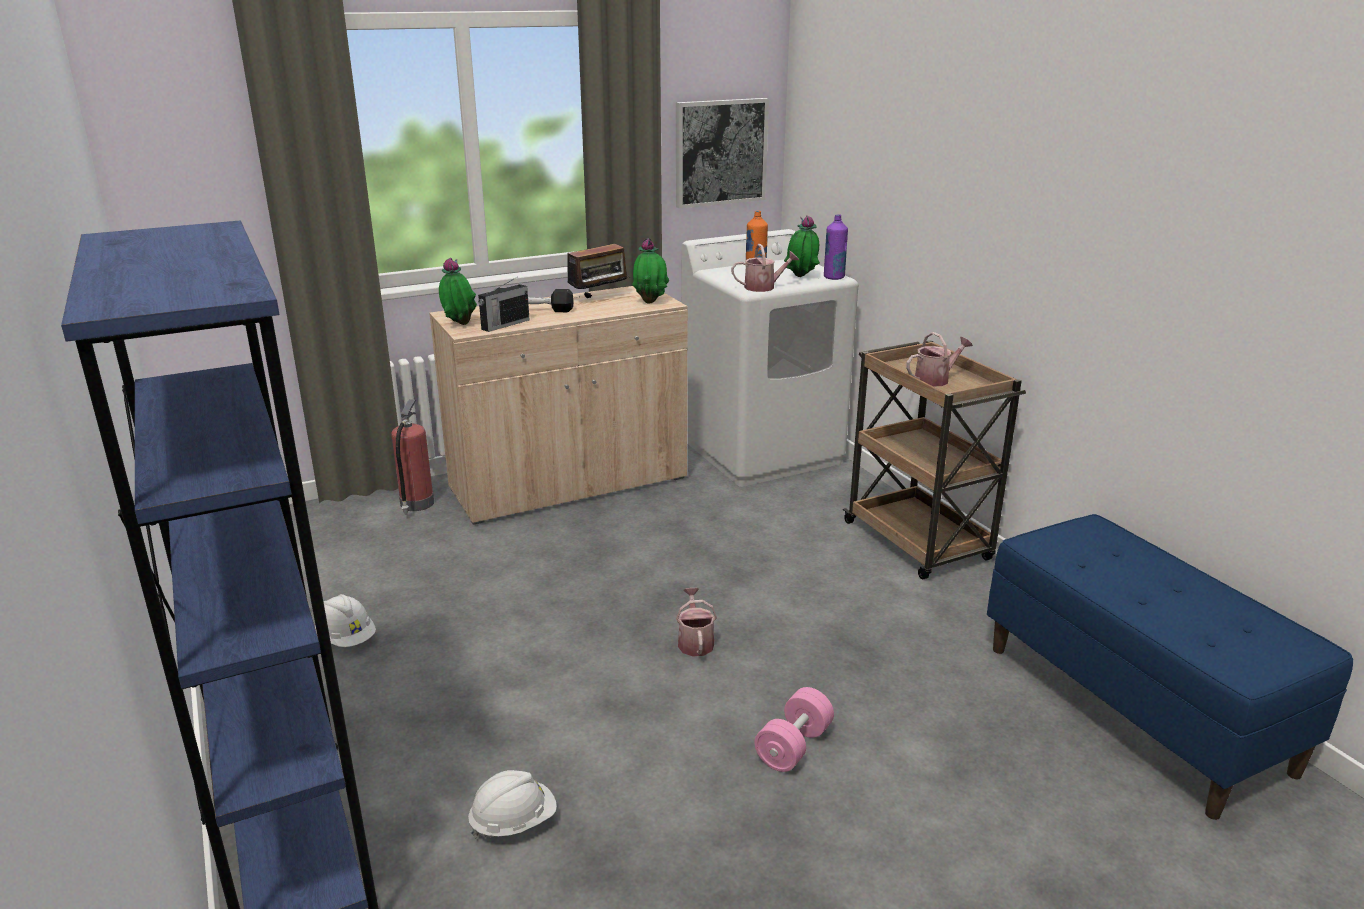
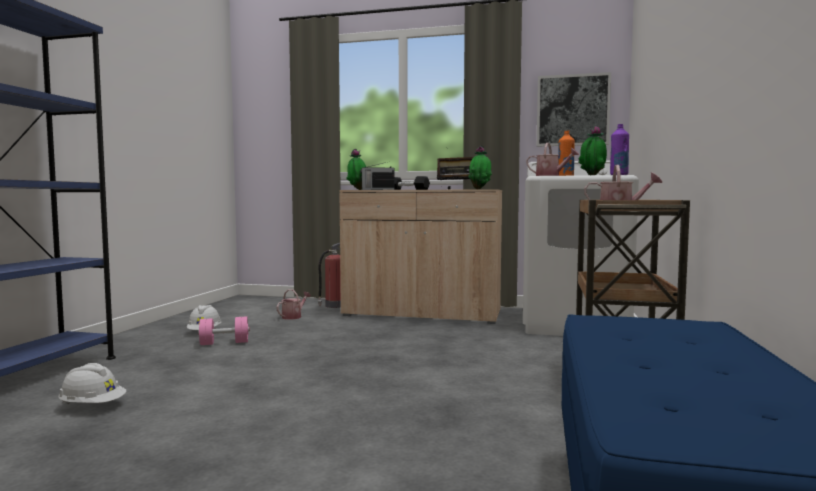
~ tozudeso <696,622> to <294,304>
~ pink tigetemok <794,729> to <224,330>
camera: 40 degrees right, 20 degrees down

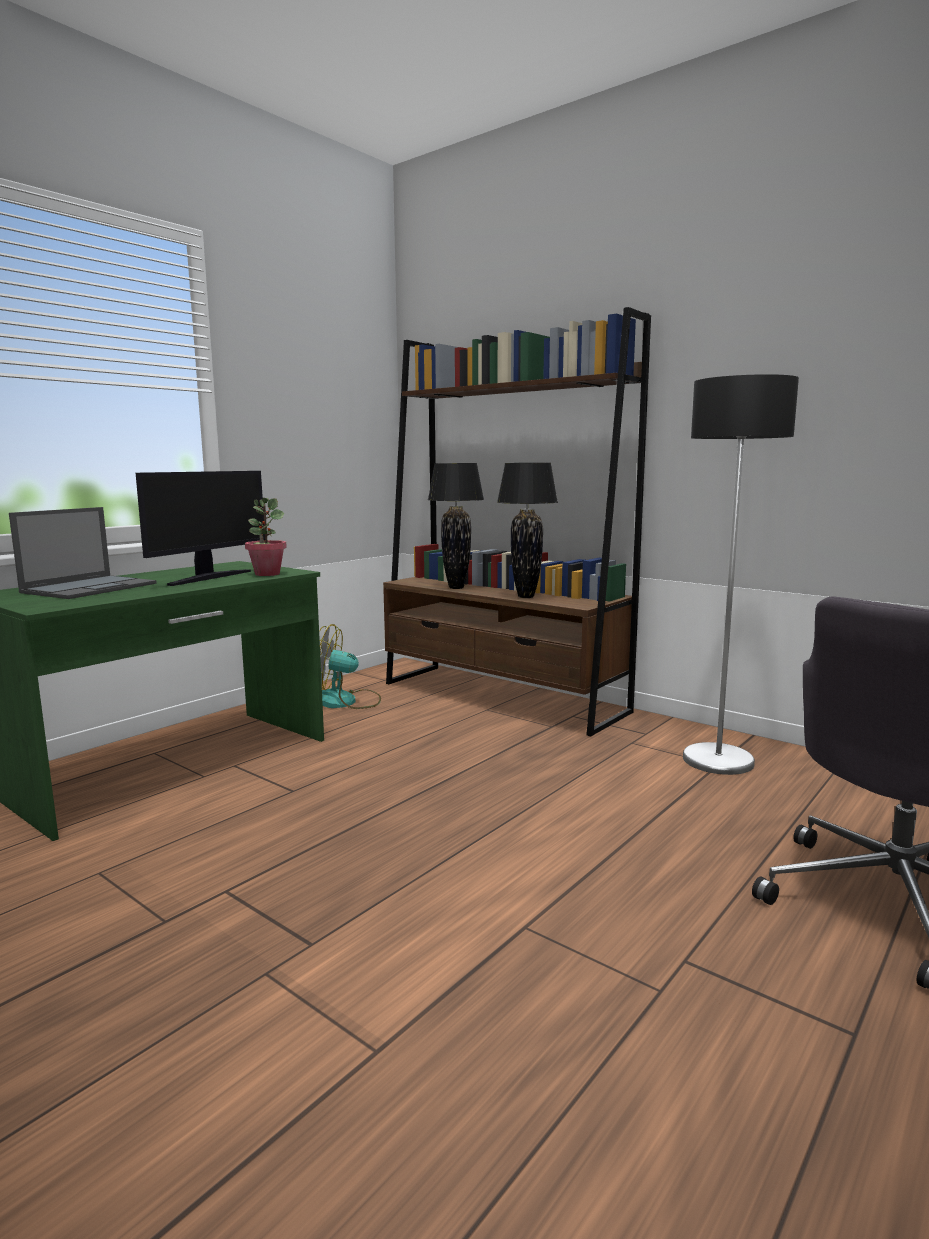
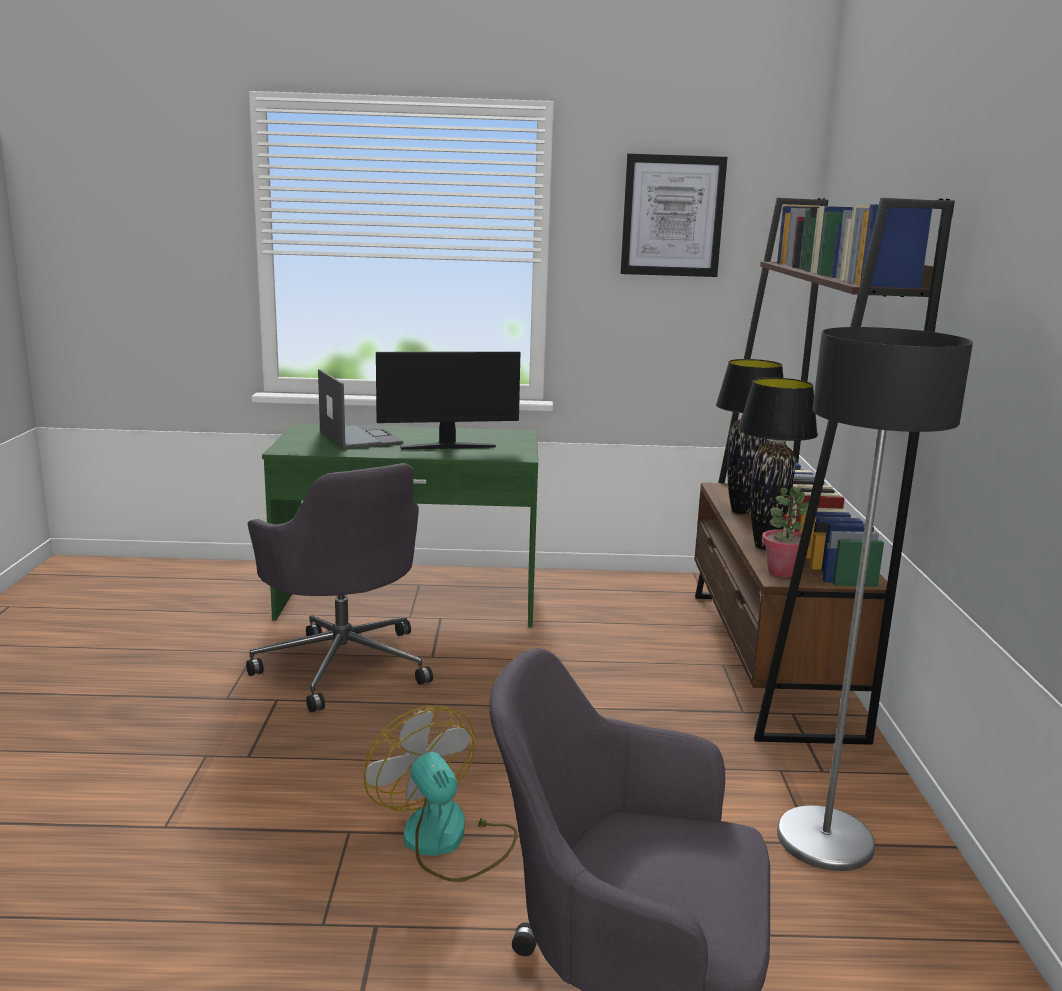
~ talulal <83,553> = <360,409> 105 degrees counterclockwise
~ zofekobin <266,537> to <786,532>
~ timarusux <350,666> to <441,793>
+ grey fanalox <339,587>
+ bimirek <673,215>
camera: 50 degrees right, 5 degrees up

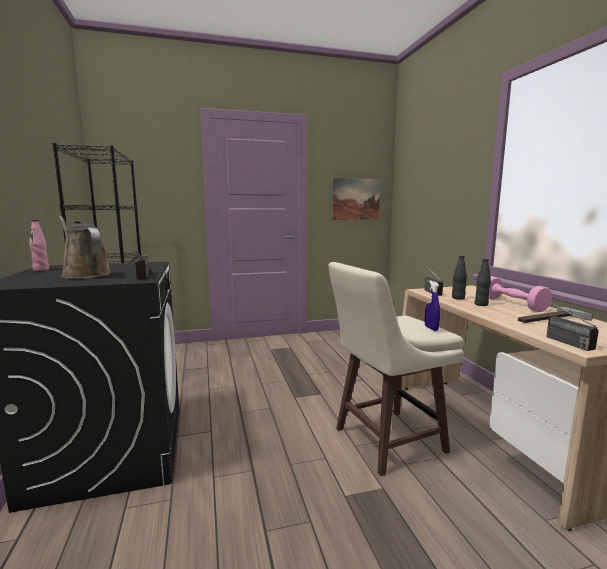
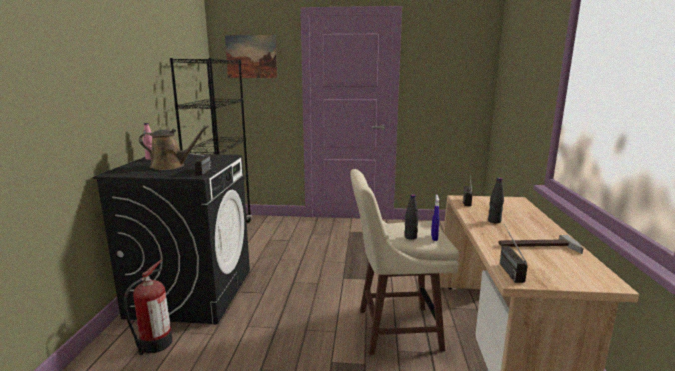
~ brown tozudeso <85,247> = <174,148> 120 degrees clockwise
~ bimirek <356,199> to <251,56>
~ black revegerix <459,277> to <411,217>
- pink tigetemok <520,294>
+ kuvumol <148,307>
camera: 20 degrees right, 5 degrees up

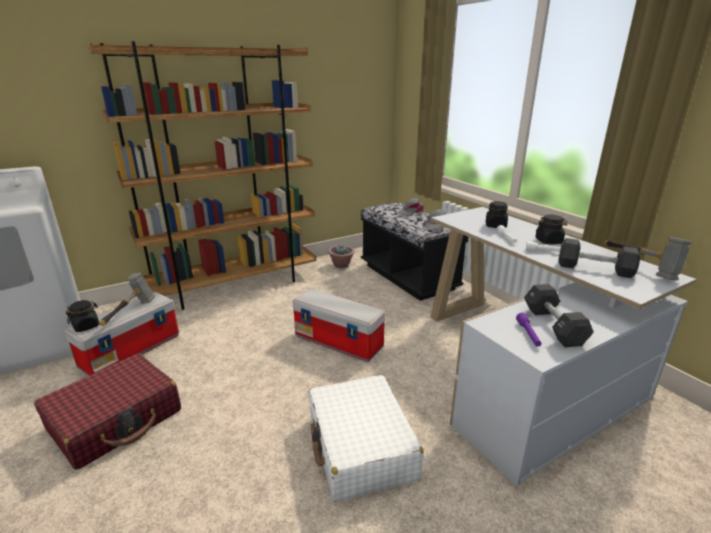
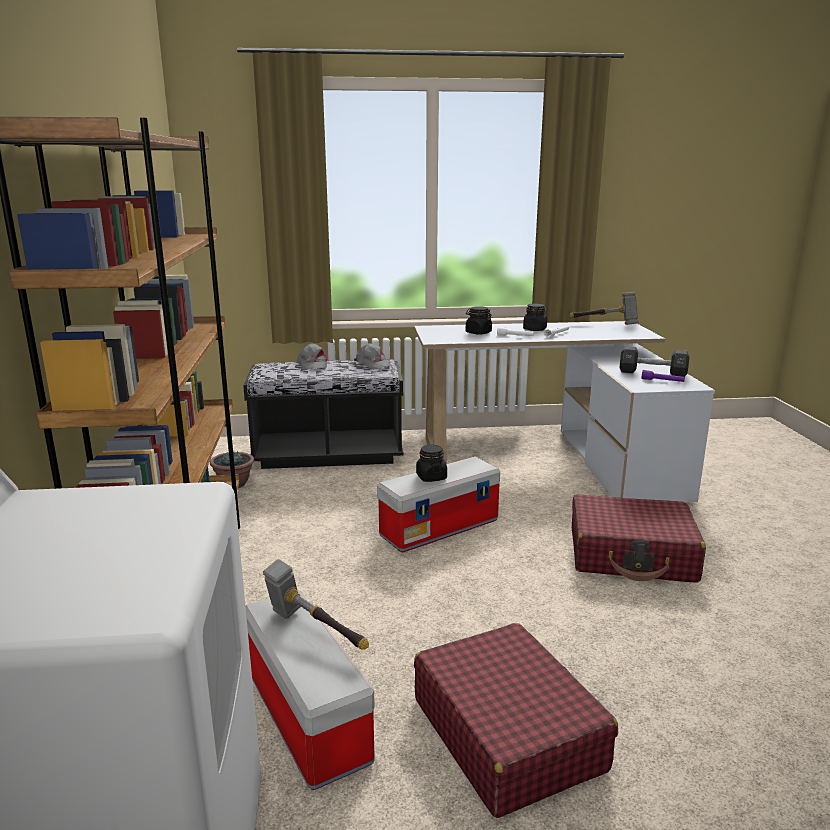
~ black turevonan <82,316> to <431,463>
~ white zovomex <366,438> to red zovomex <639,538>
- black tigetemok <599,258>
camera: 65 degrees left, 5 degrees down

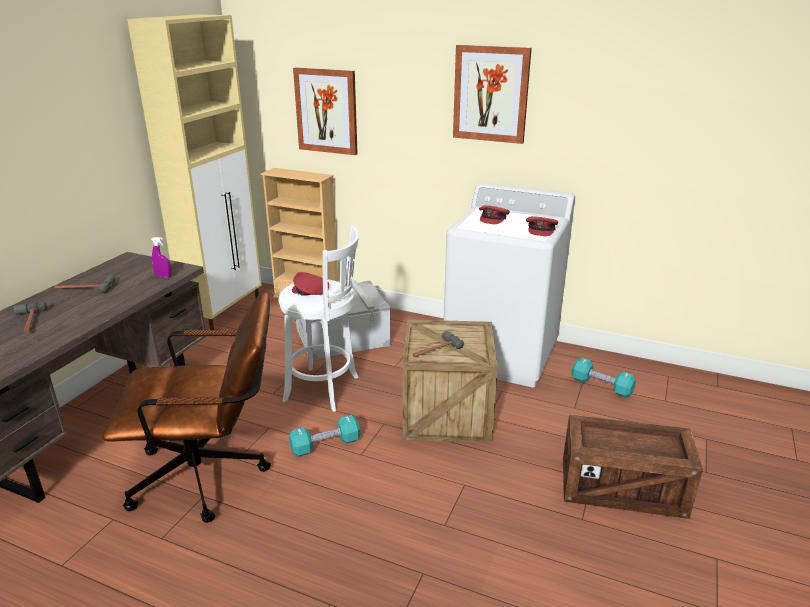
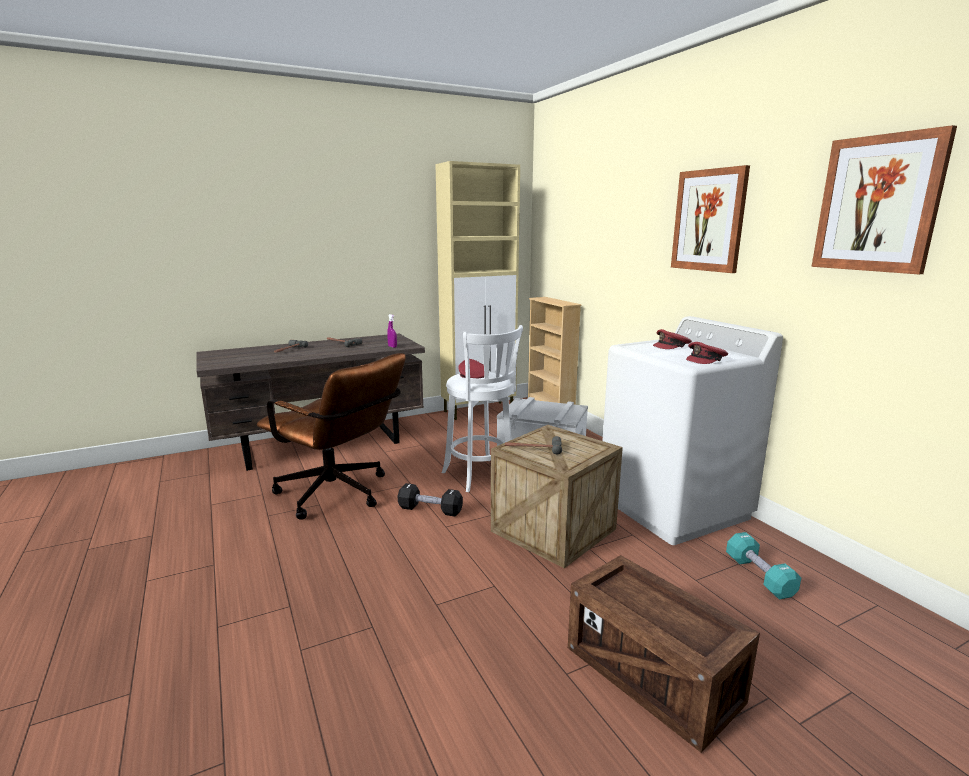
~ turquoise tigetemok <324,436> to black tigetemok <430,499>
~ bimirek <325,111> to <884,199>
camera: 40 degrees right, 10 degrees down

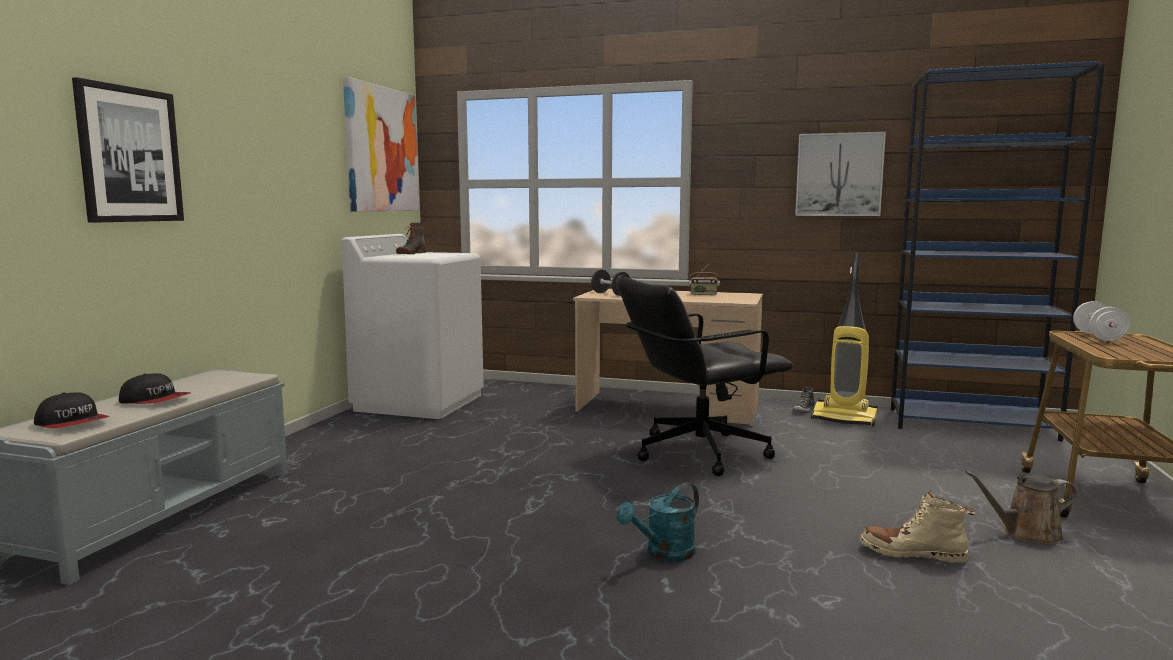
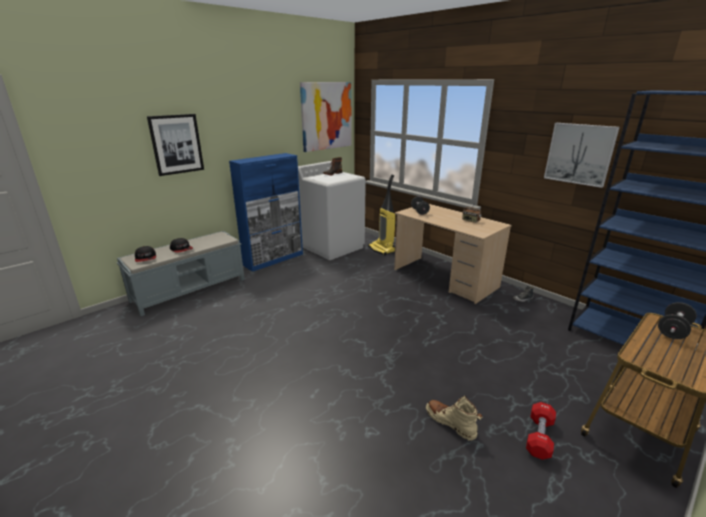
- turquoise tozudeso <657,522>
- black fanalox <705,376>
~ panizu <844,340> to <382,215>
~ brown tozudeso <1021,508> to red tigetemok <541,431>
~ white tigetemok <1101,321> to black tigetemok <677,320>
+ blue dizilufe <266,212>
camera: 30 degrees right, 15 degrees up

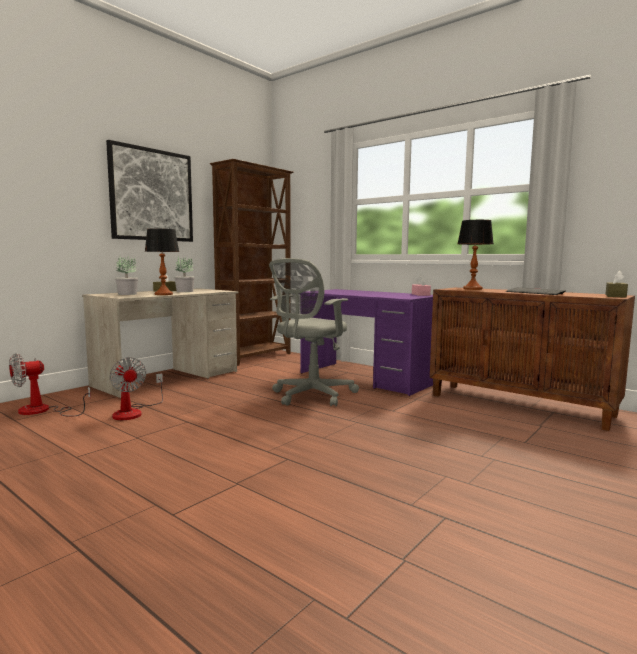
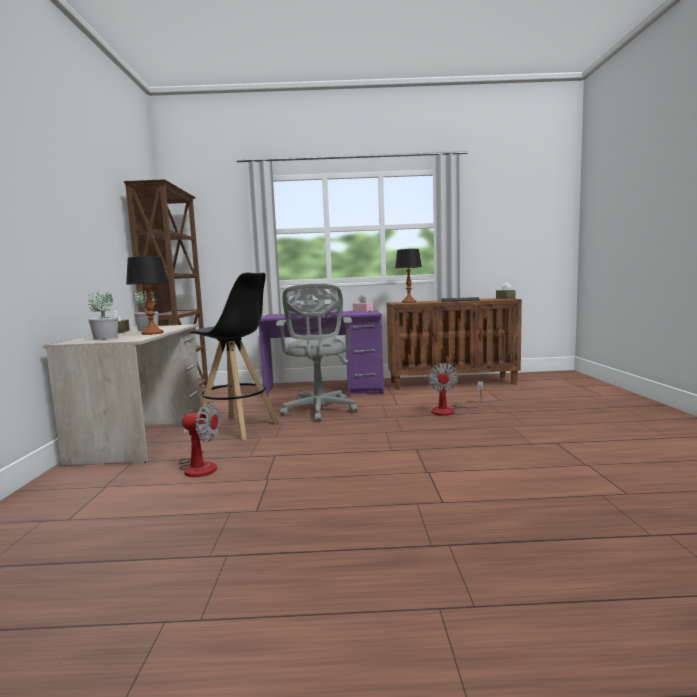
~ timarusux <50,385> to <455,389>
- bimirek <149,191>
+ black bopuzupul <234,356>
camera: 40 degrees left, 0 degrees up

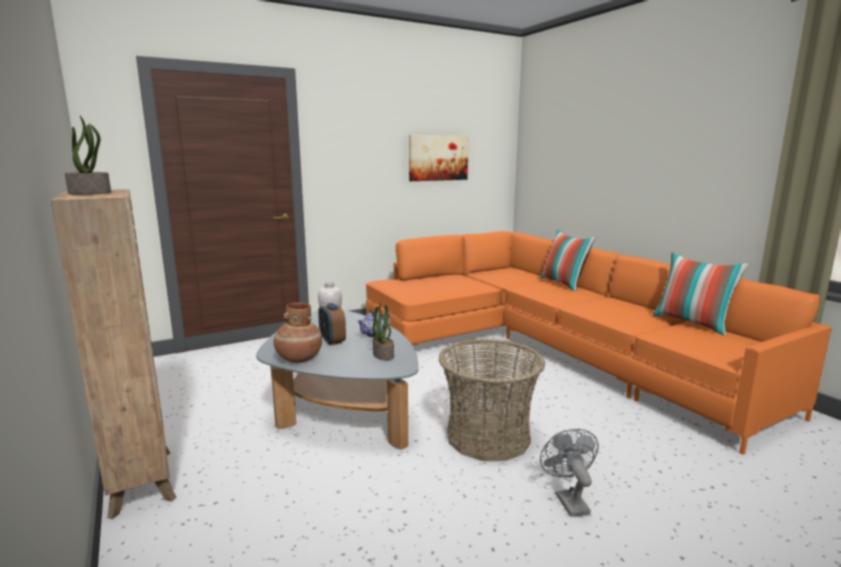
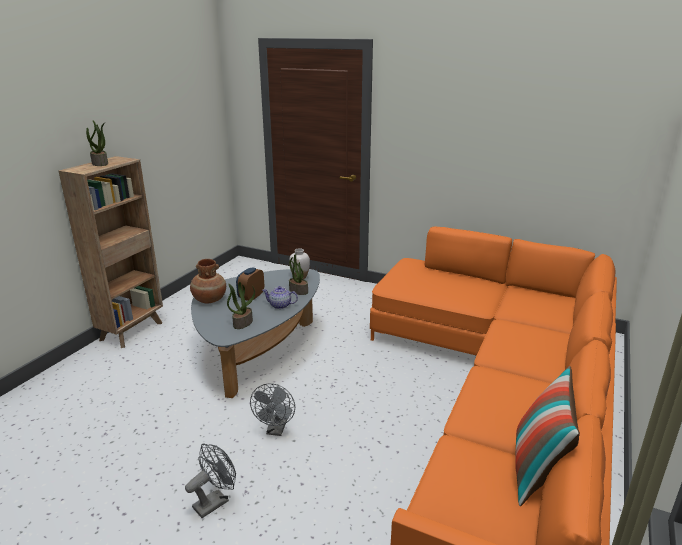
- bimirek <438,158>
~ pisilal <492,400> to grey timarusux <272,409>
- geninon <567,261>
+ zofekobin <298,274>
camera: 55 degrees right, 10 degrees up

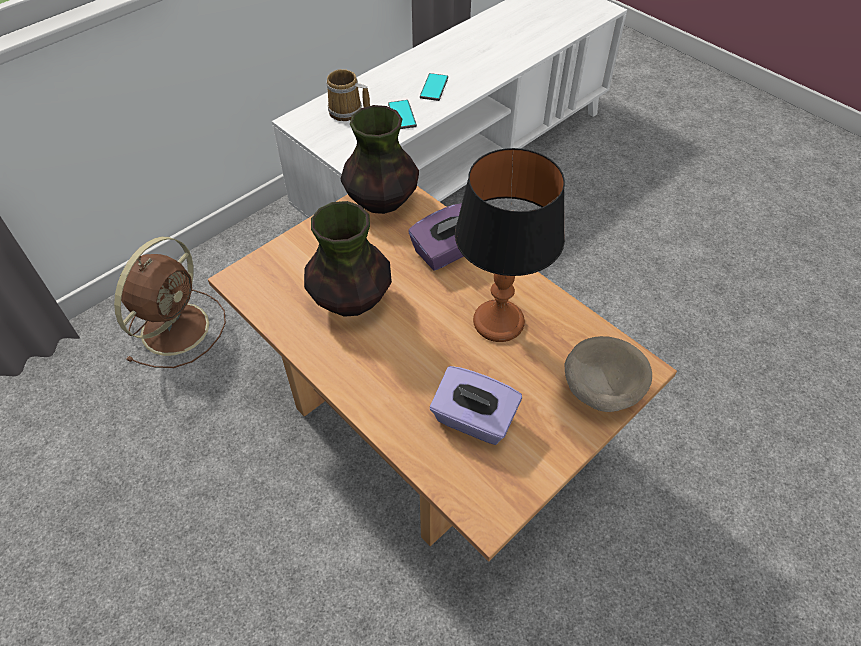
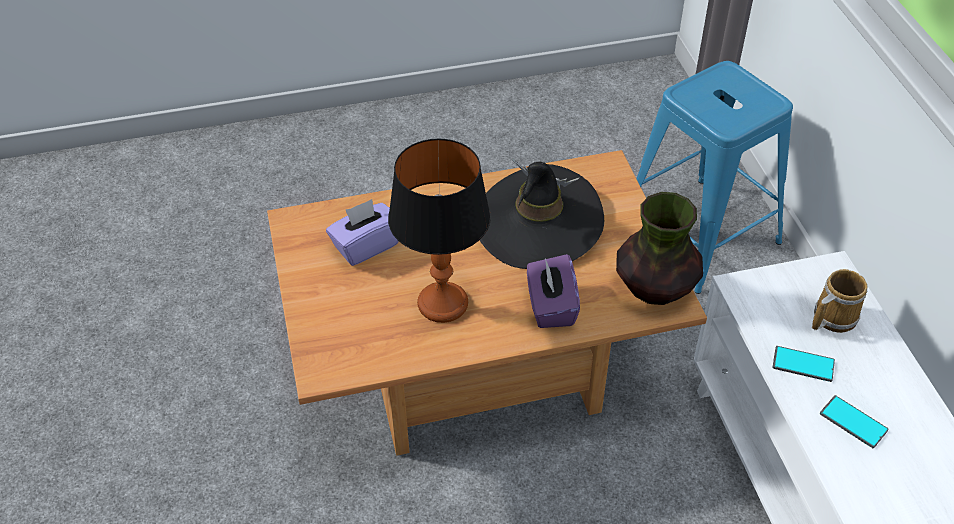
~ brown timarusux <170,302> to blue bopuzupul <714,177>
~ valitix <348,259> to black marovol <542,213>
- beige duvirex <608,374>
camera: 120 degrees right, 5 degrees down

